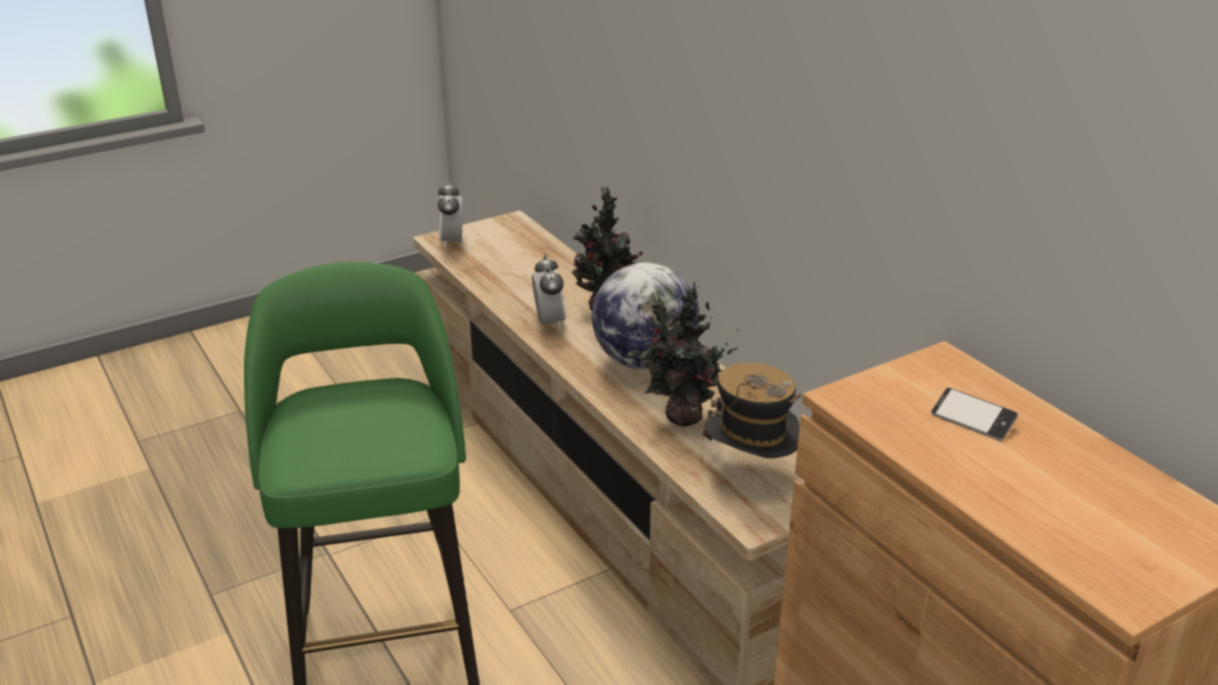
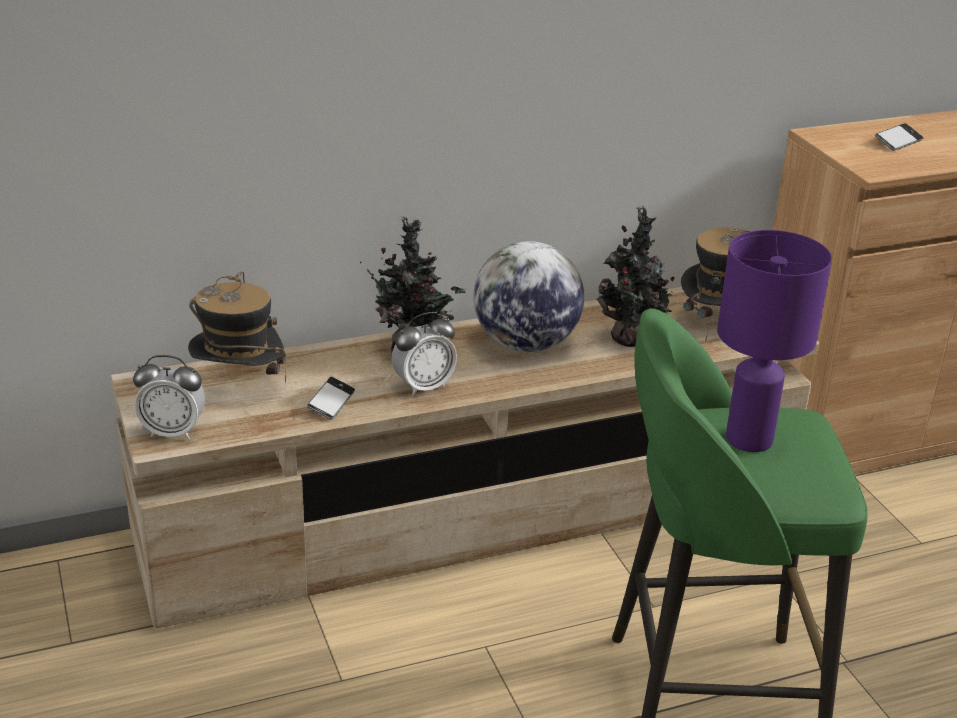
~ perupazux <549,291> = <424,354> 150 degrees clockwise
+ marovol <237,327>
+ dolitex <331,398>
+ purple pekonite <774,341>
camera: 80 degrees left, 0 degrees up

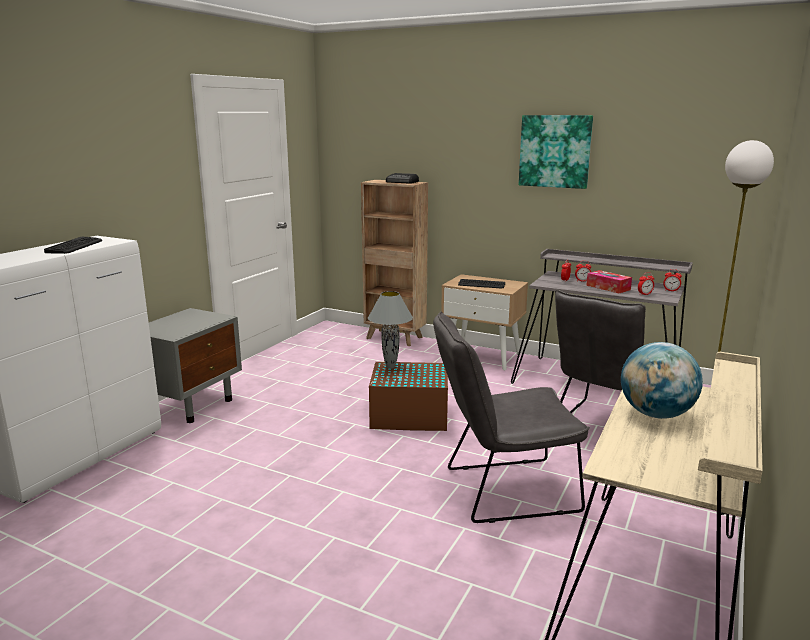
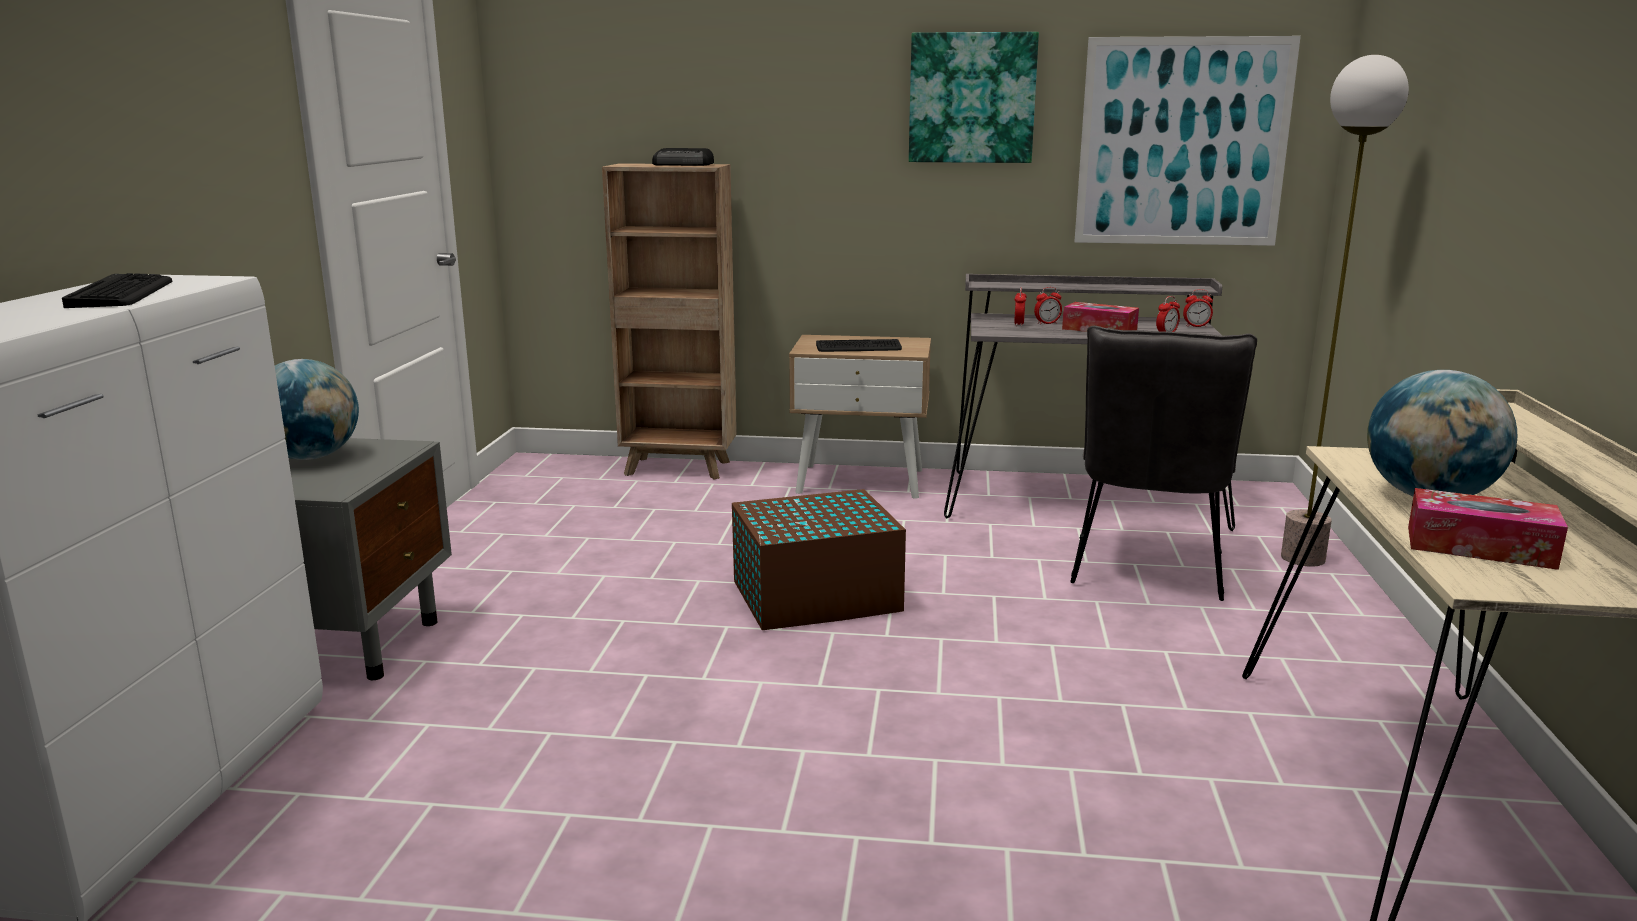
- grey pekonite <390,330>
- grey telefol <511,417>
+ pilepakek <317,409>
+ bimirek <1188,141>
+ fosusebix <1488,529>
camera: 20 degrees left, 0 degrees up

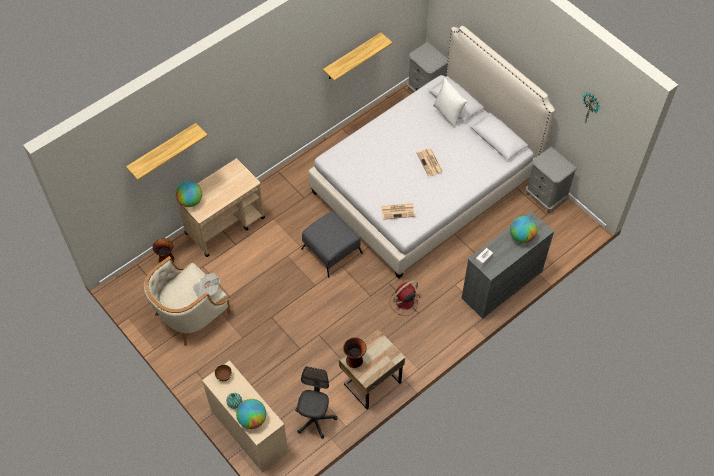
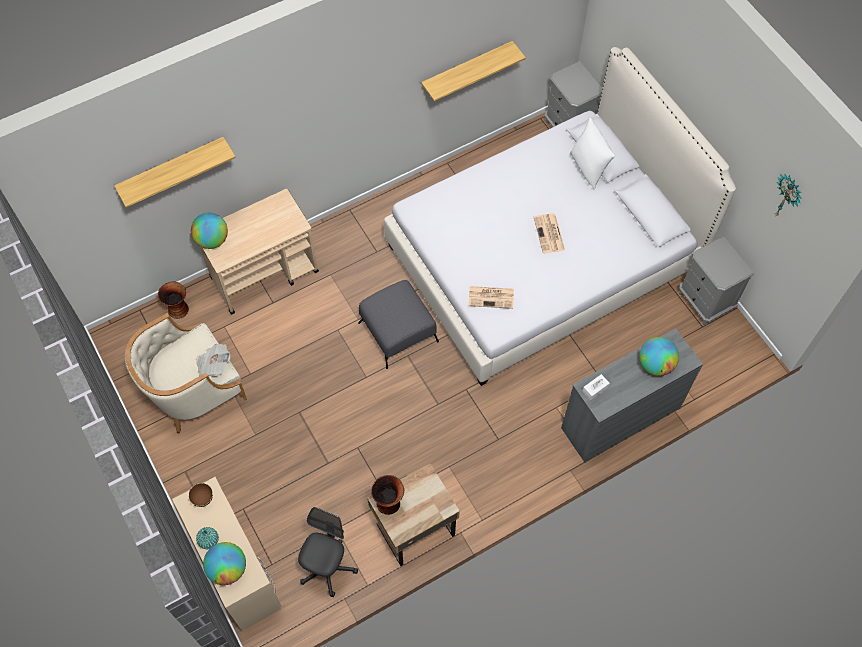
- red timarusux <404,298>
camera: 10 degrees right, 5 degrees up

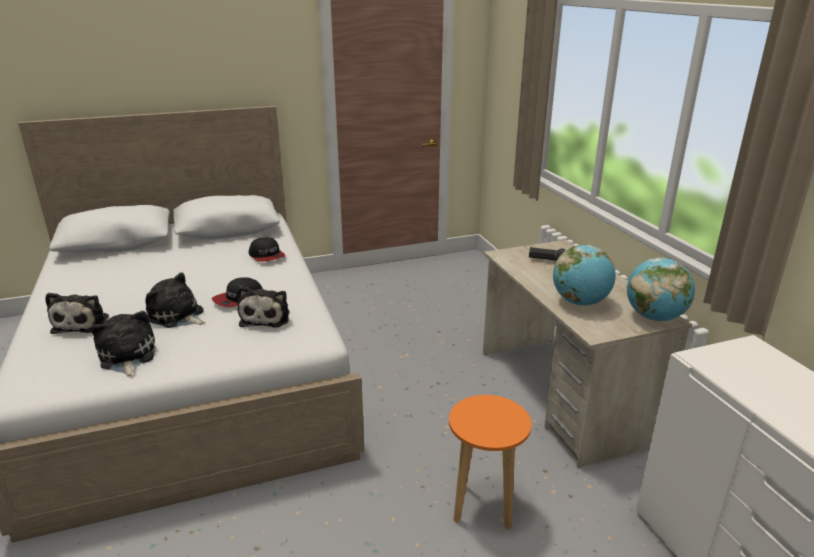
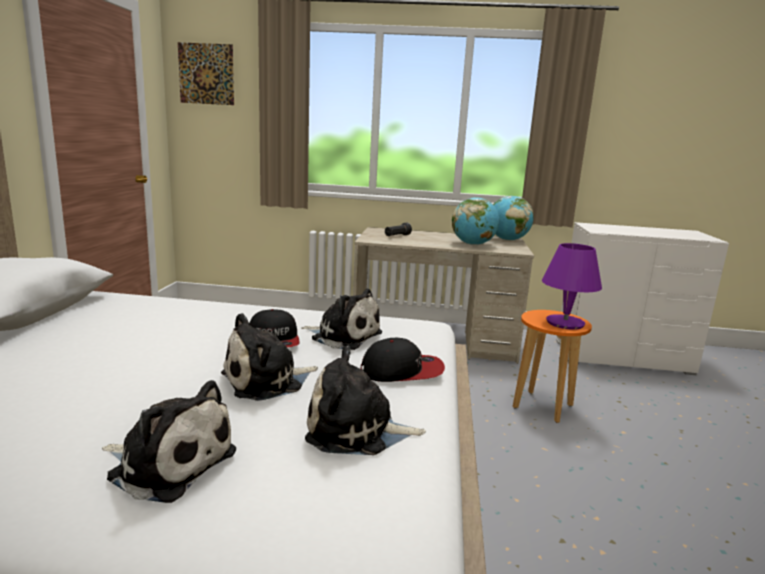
~ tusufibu <267,249> to <402,360>
+ bimirek <206,73>
+ purple pekonite <572,286>
camera: 65 degrees left, 10 degrees down

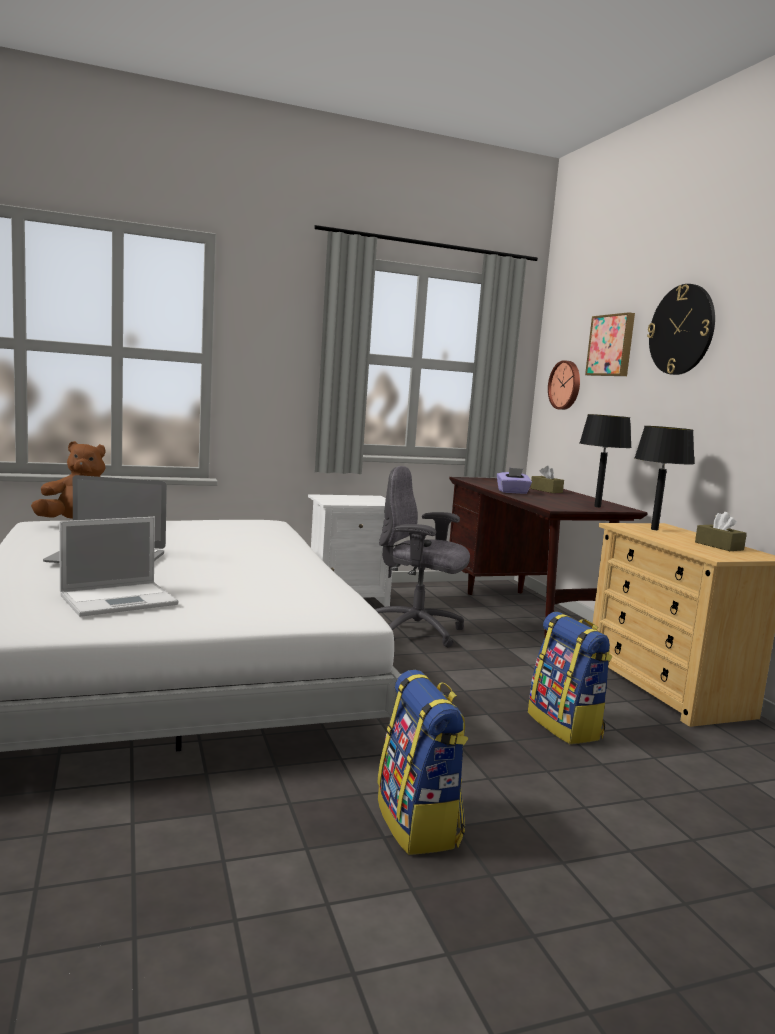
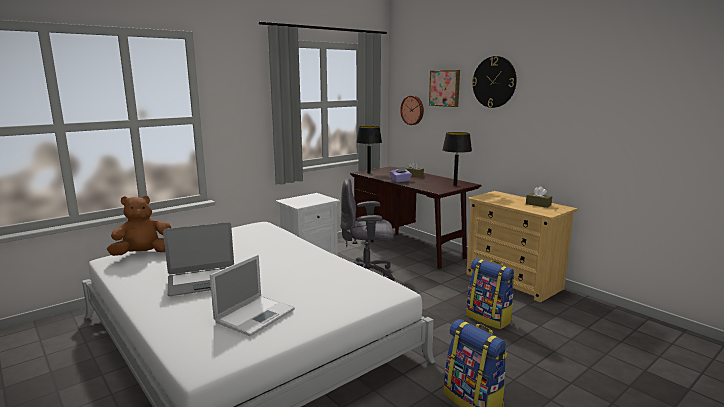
~ black pekonite <664,478> to <369,150>
camera: 20 degrees left, 5 degrees up

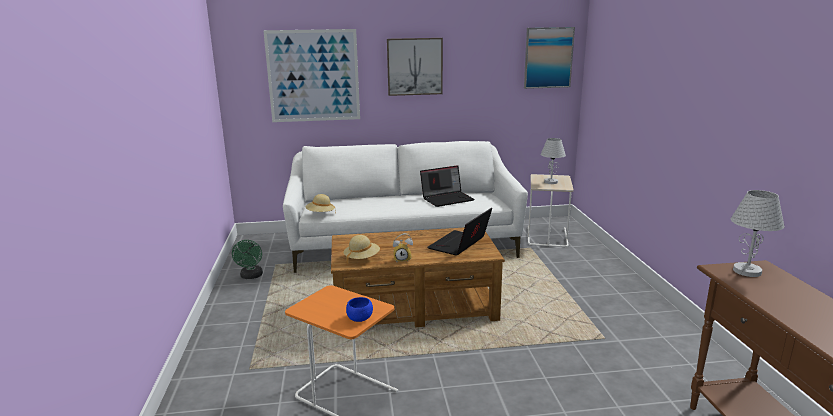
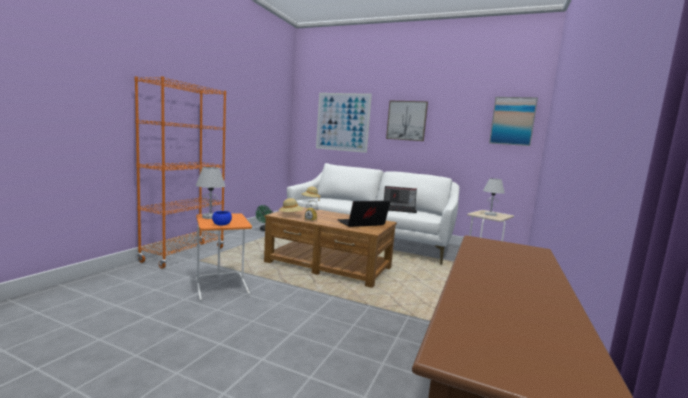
~ white pekonite <758,233> to <210,193>
+ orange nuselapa <180,172>
camera: 30 degrees right, 10 degrees down

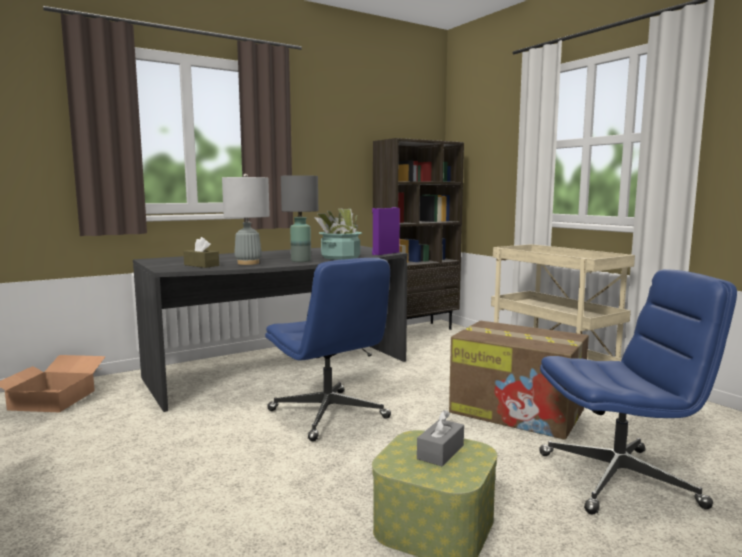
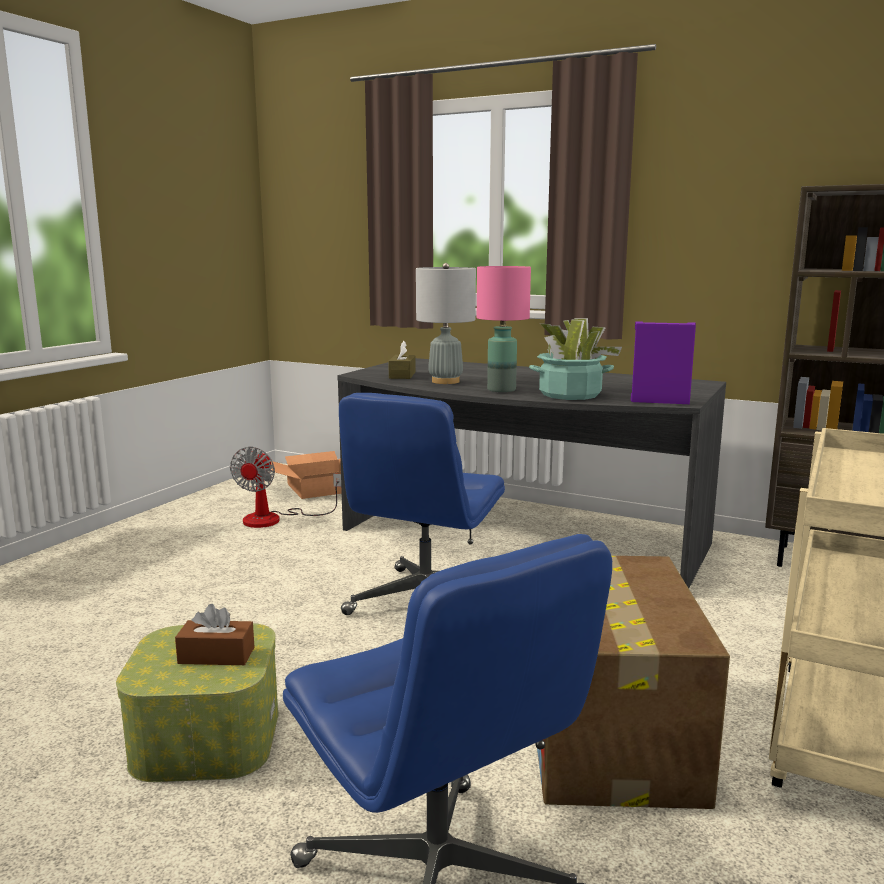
~ grey pekonite <299,218> to pink pekonite <504,329>
~ grey fosusebix <440,438> to brown fosusebix <214,634>
+ timarusux <285,487>
camera: 60 degrees right, 5 degrees up

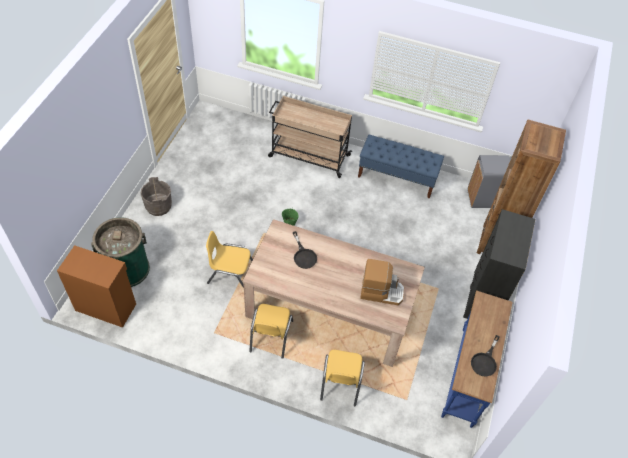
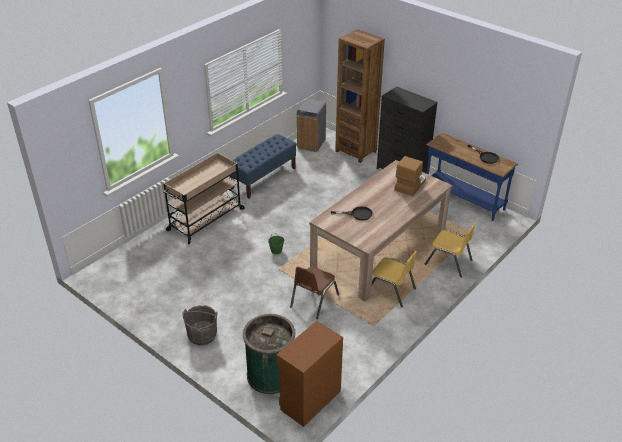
~ yellow telefol <229,259> to brown telefol <314,292>
camera: 65 degrees left, 15 degrees down

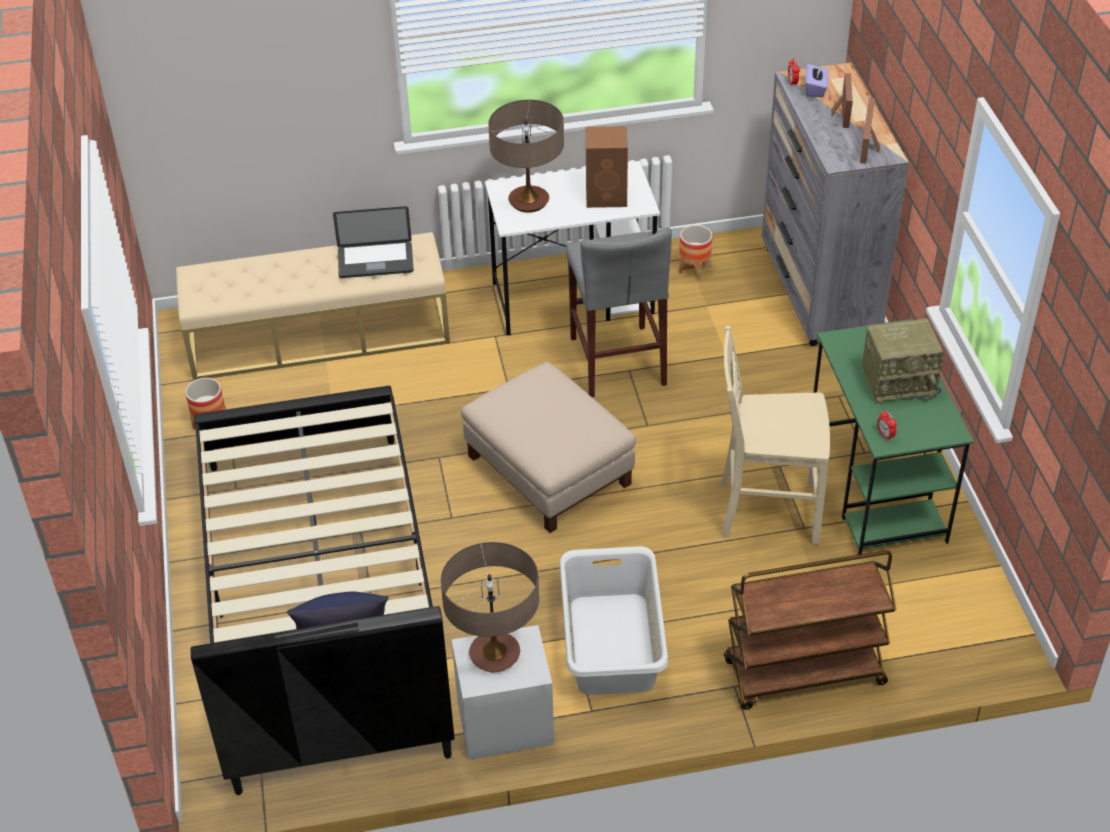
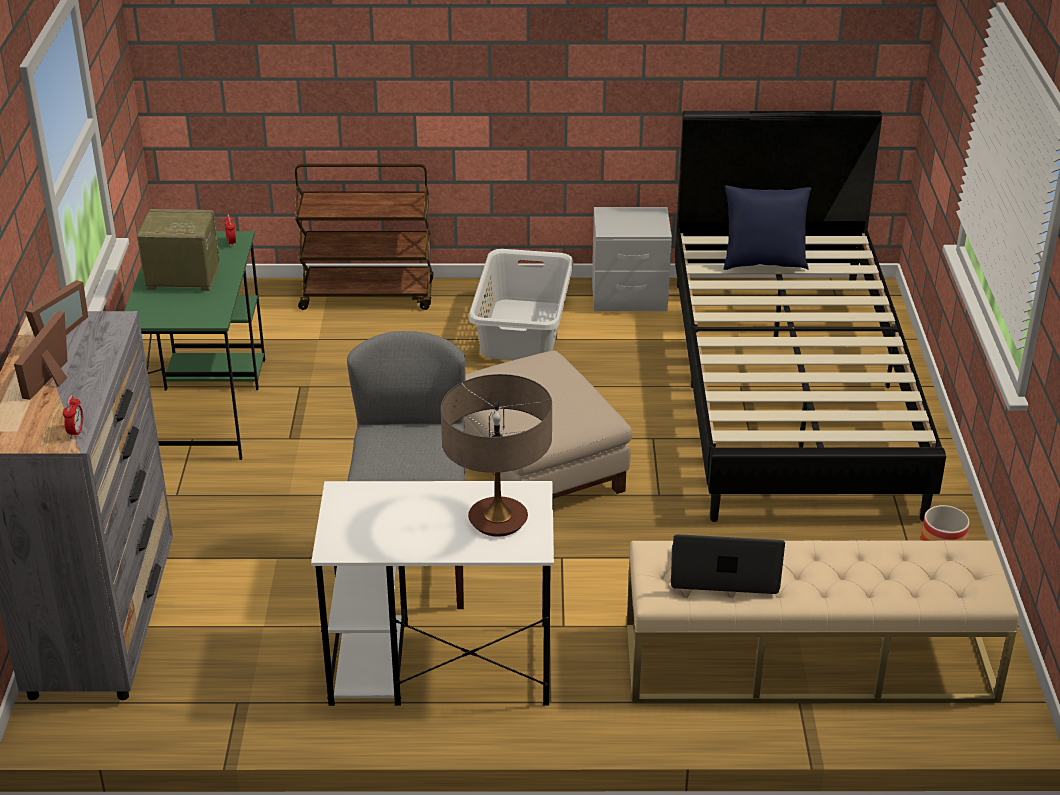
- pekonite <490,607>
- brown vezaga <607,167>
- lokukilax <696,252>
- beige telefol <775,435>
- purple fosusebix <816,80>
camera: 170 degrees left, 10 degrees down

